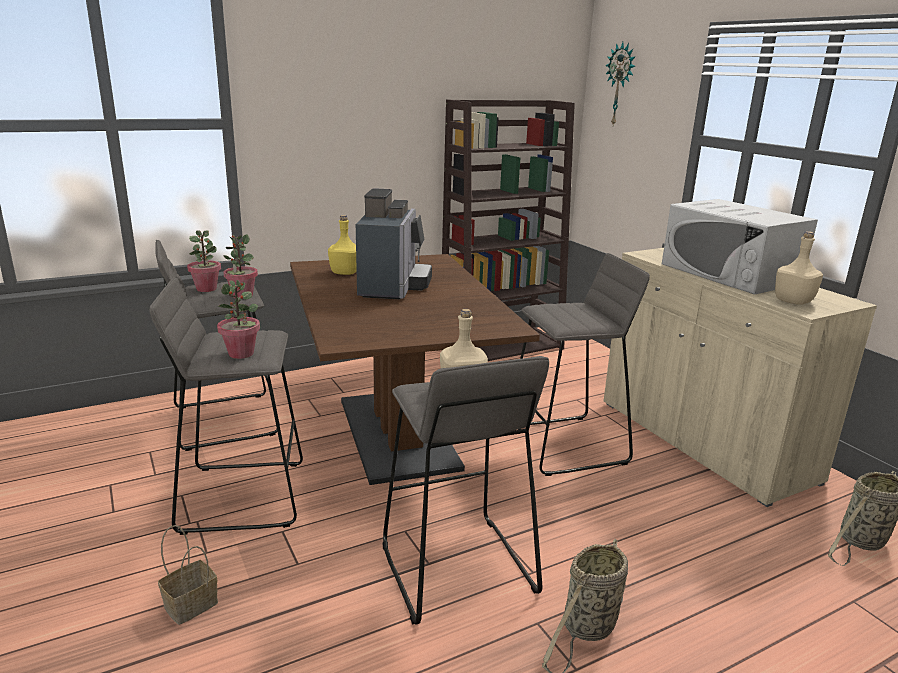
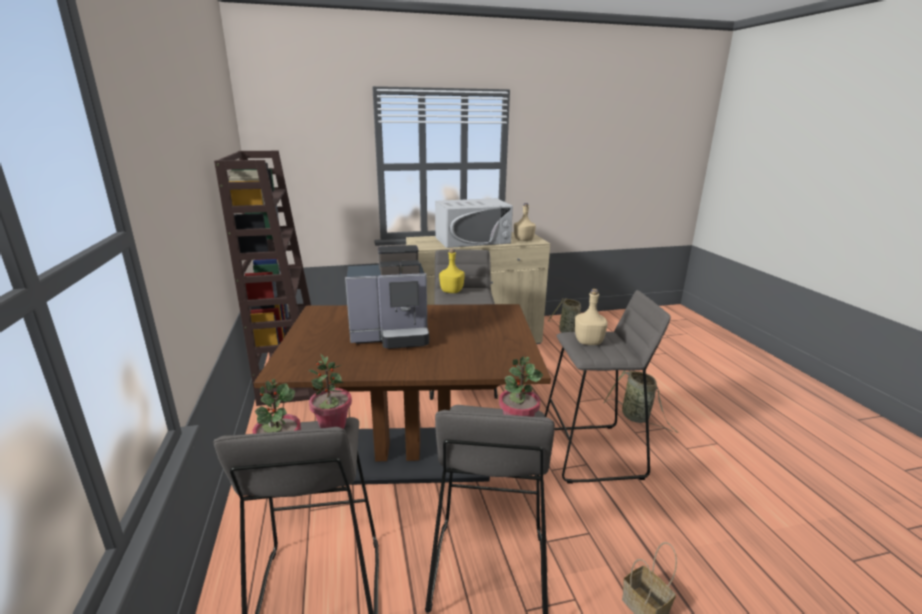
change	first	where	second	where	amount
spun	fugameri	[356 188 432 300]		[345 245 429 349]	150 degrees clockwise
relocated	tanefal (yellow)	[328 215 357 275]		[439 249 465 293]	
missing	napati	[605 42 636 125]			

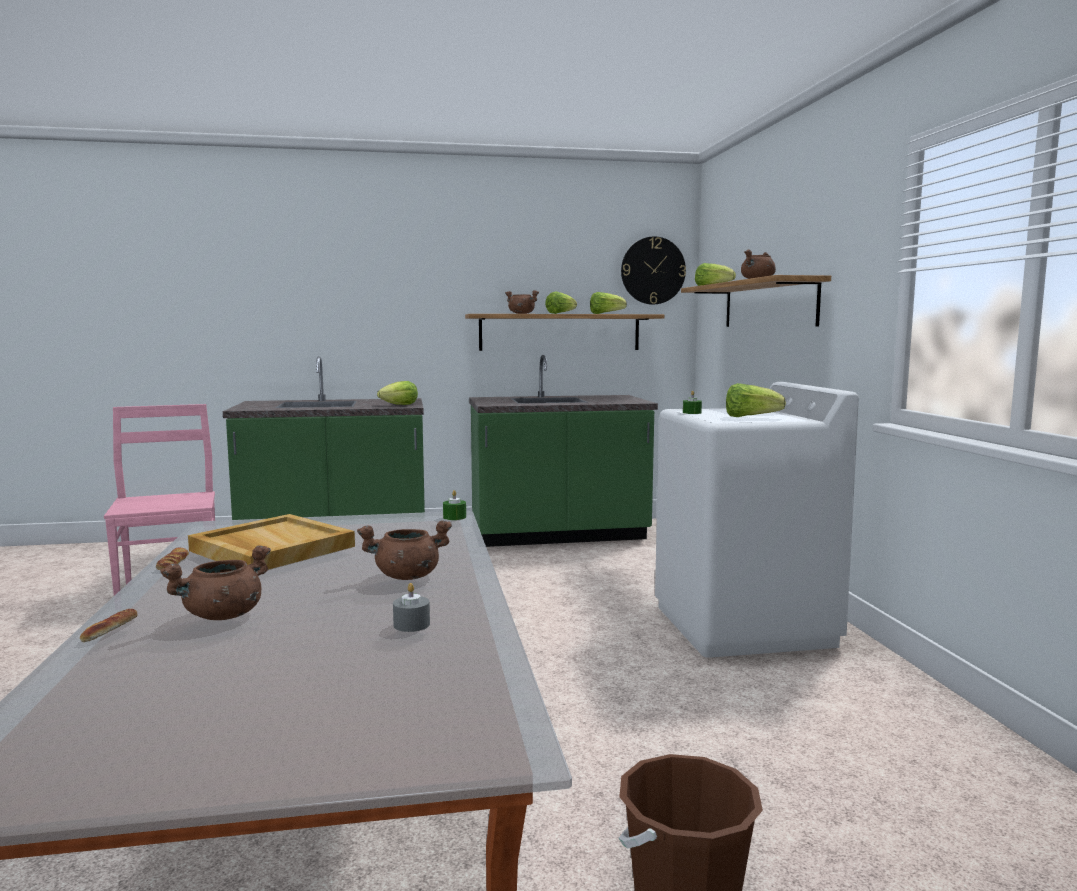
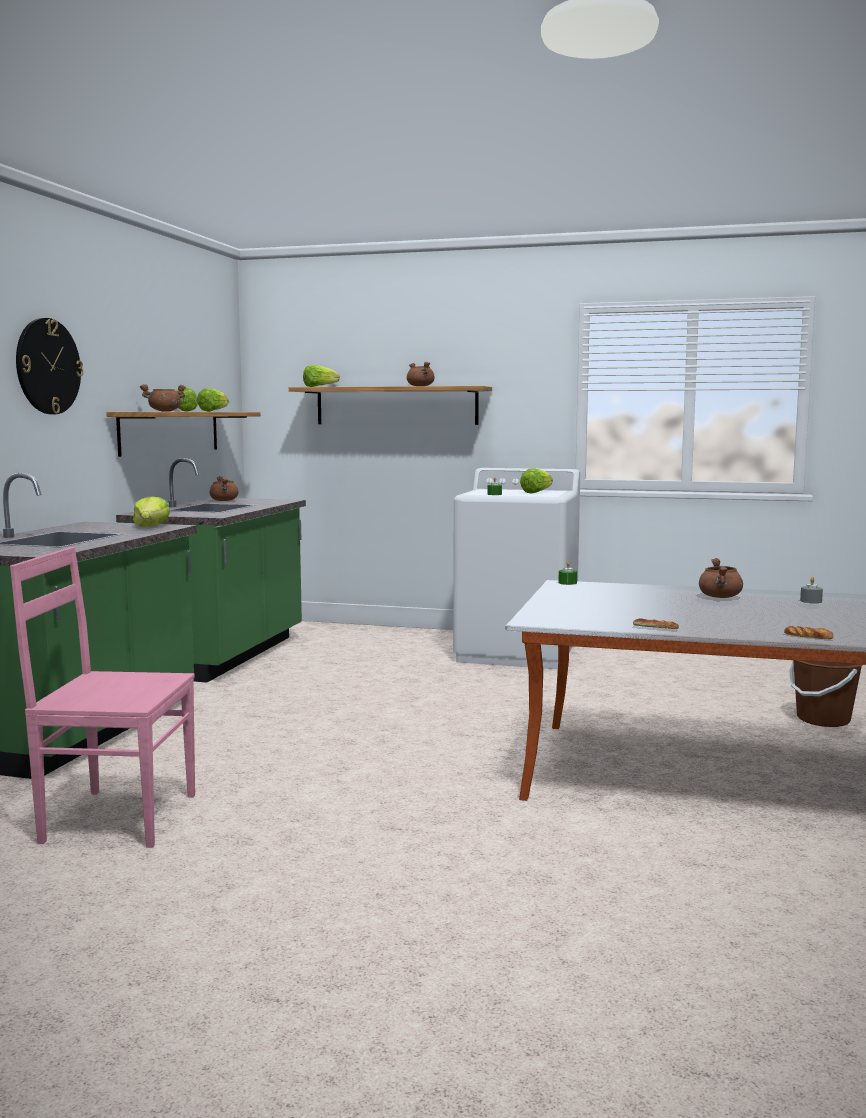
change	first	where	second	where	amount
relocated	napati	[621 236 686 305]		[16 318 83 414]	
relocated	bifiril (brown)	[160 545 271 620]		[210 476 239 501]	
missing	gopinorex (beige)	[188 514 355 570]			

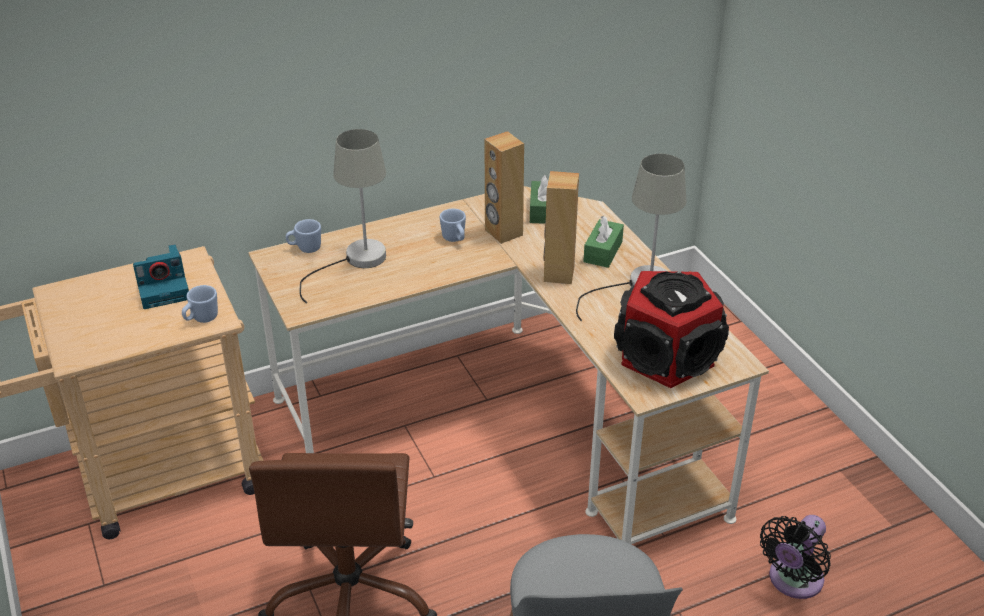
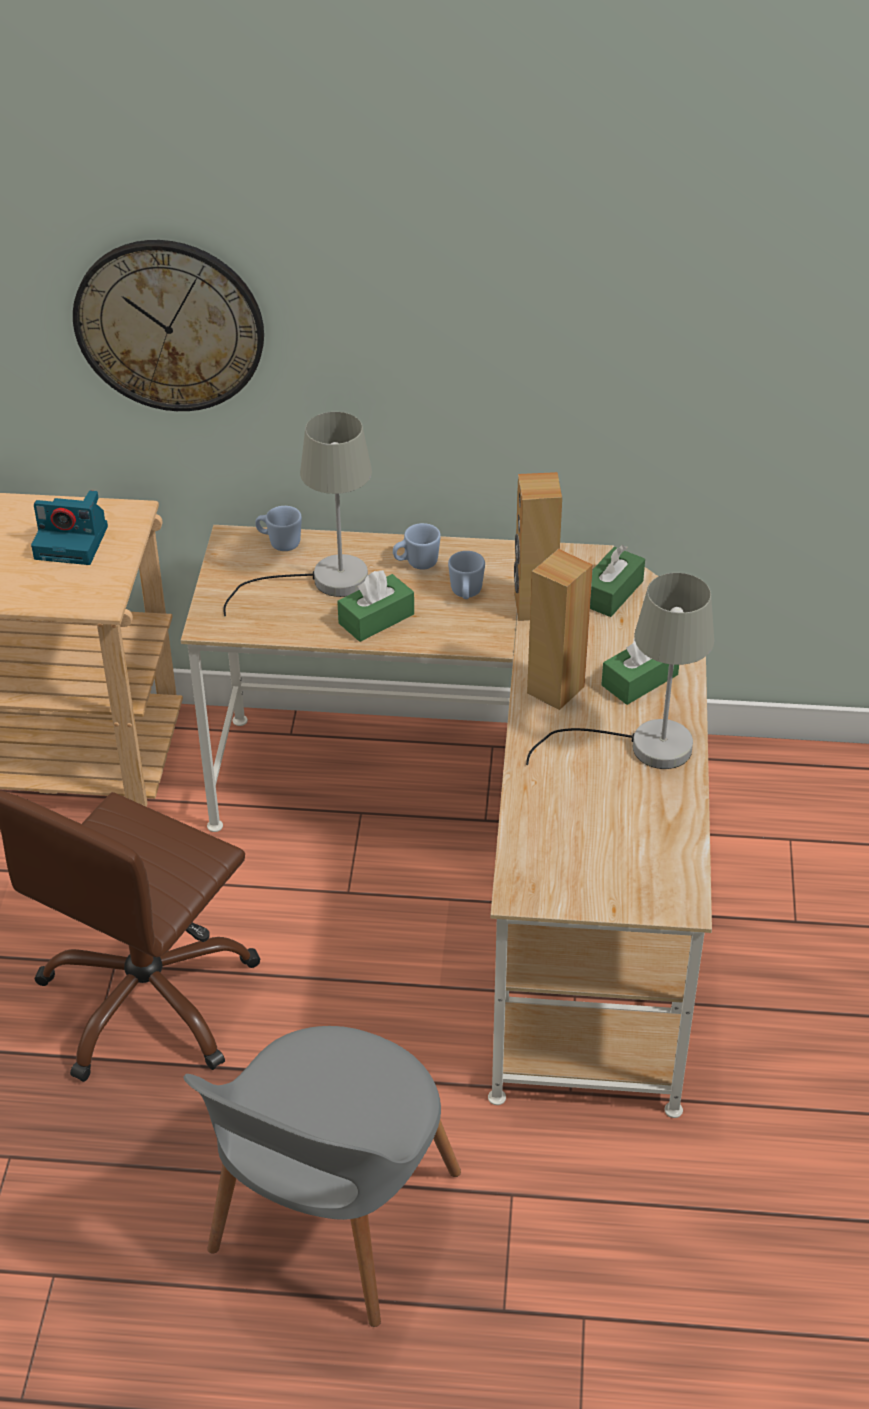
change	first	where	second	where	amount
appeared			napati	[73 240 264 411]	
appeared			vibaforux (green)	[337 571 414 642]	
relocated	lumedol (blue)	[182 285 218 323]		[393 523 441 570]	
missing	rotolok	[614 271 729 388]			
missing	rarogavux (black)	[760 515 831 599]			

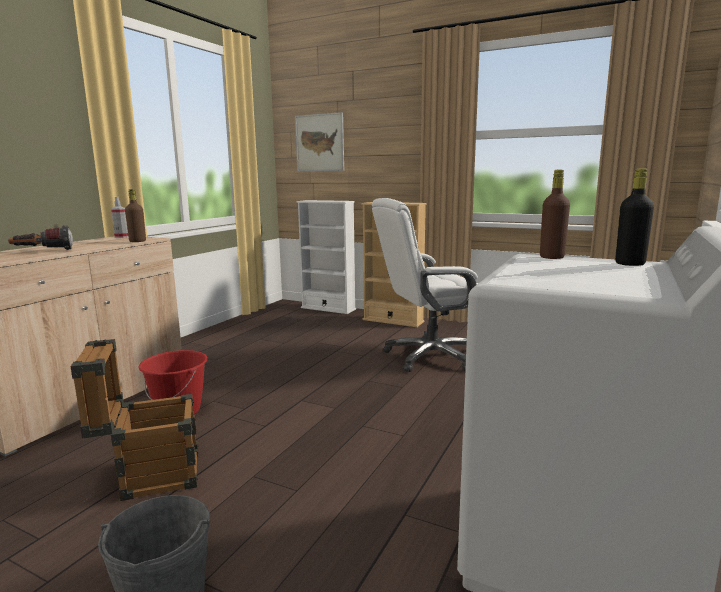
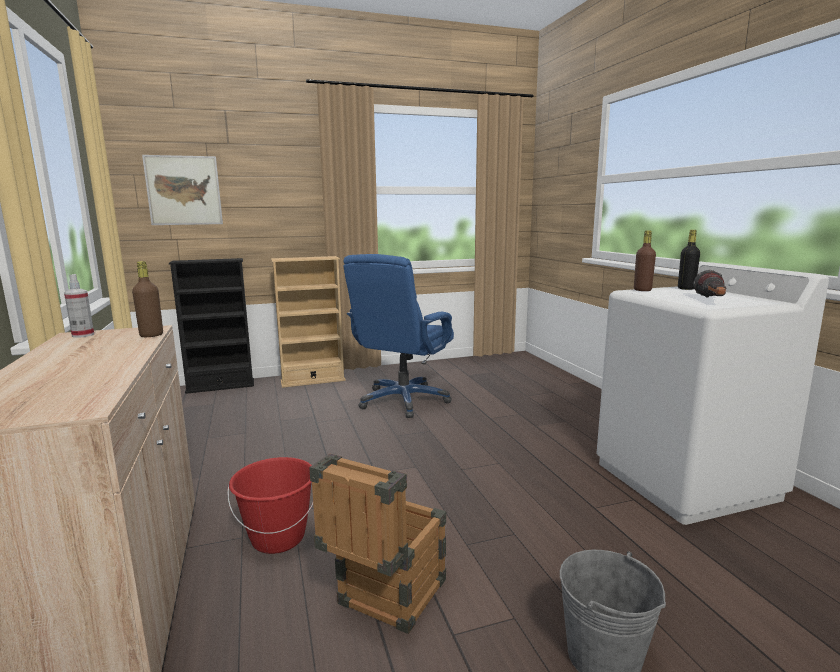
change	first	where	second	where	amount
colour	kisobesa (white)	[296 200 356 314]	kisobesa (black)	[169 258 254 394]	
colour	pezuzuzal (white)	[372 198 478 372]	pezuzuzal (blue)	[343 254 454 418]	
relocated	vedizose	[8 225 73 250]		[693 270 727 297]	

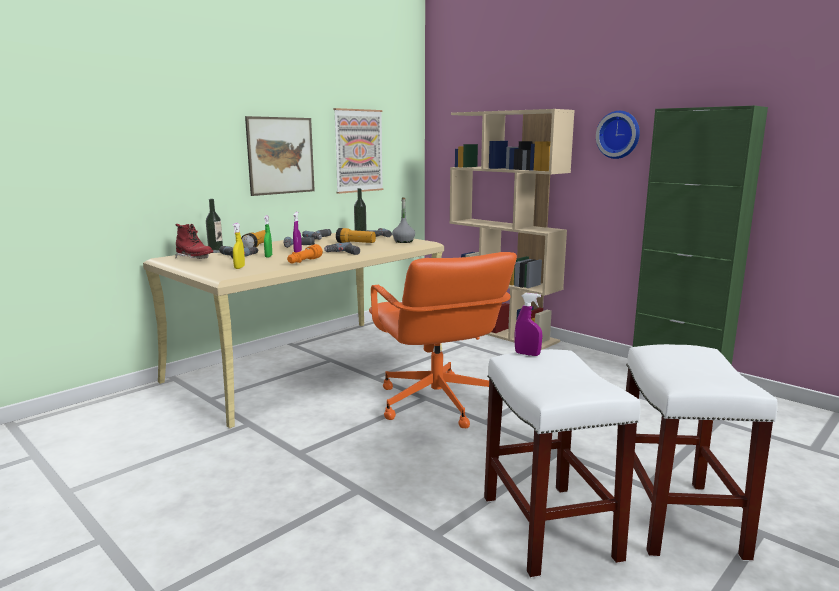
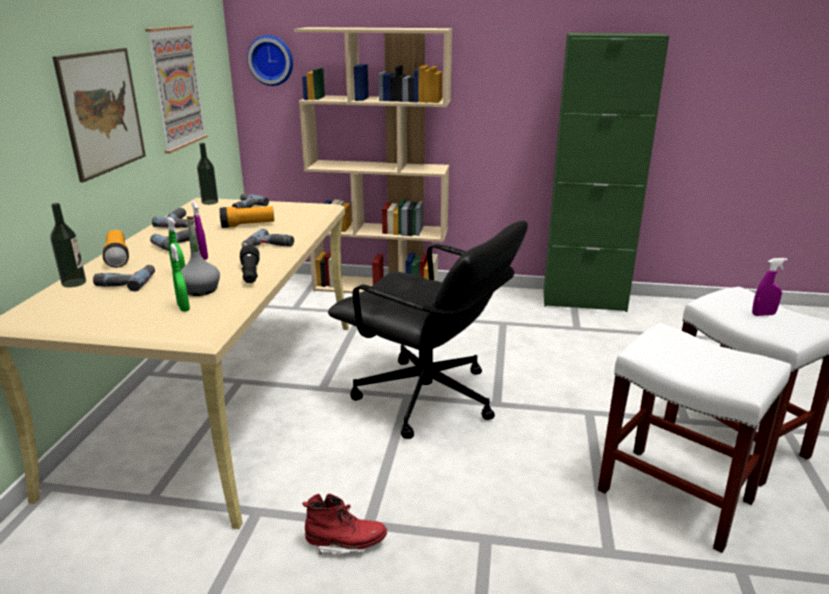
change	first	where	second	where	amount
colour	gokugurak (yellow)	[233 223 245 269]	gokugurak (green)	[170 244 190 312]	
relocated	tanefal (grey)	[392 197 415 243]		[181 216 220 296]	
colour	vedizose (orange)	[287 244 323 263]	vedizose (black)	[240 245 260 283]	
relocated	napati	[596 111 640 159]		[247 35 293 86]	
relocated	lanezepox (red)	[175 224 213 259]		[302 493 387 557]	
colour	pezuzuzal (orange)	[369 252 517 428]	pezuzuzal (black)	[328 221 528 439]	
relocated	gokugurak (purple)	[515 293 542 356]		[752 258 788 316]	

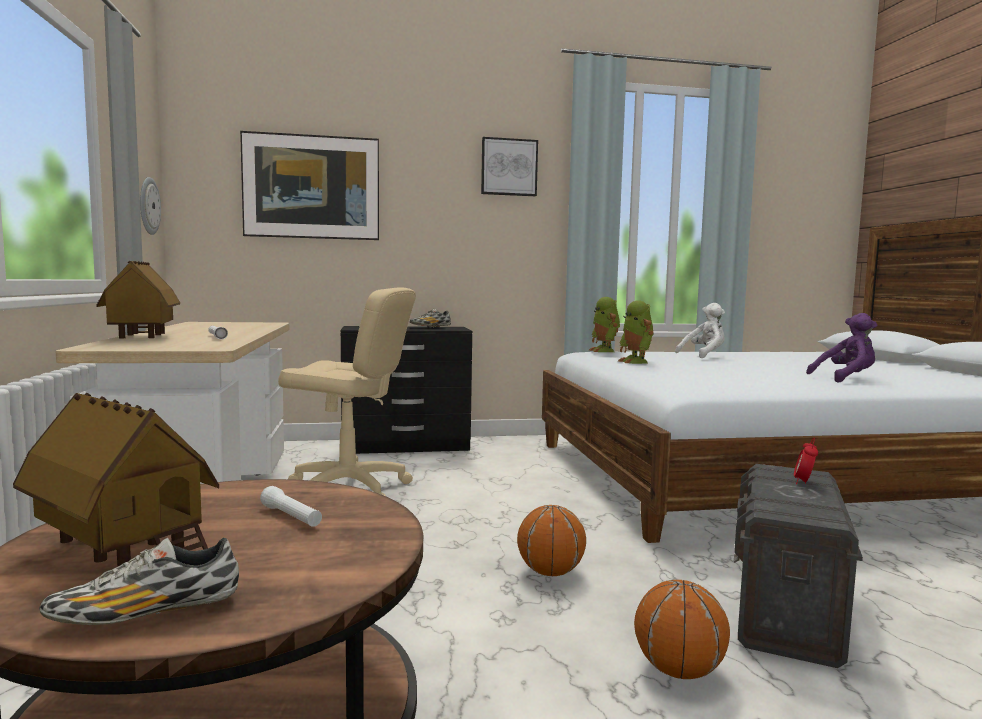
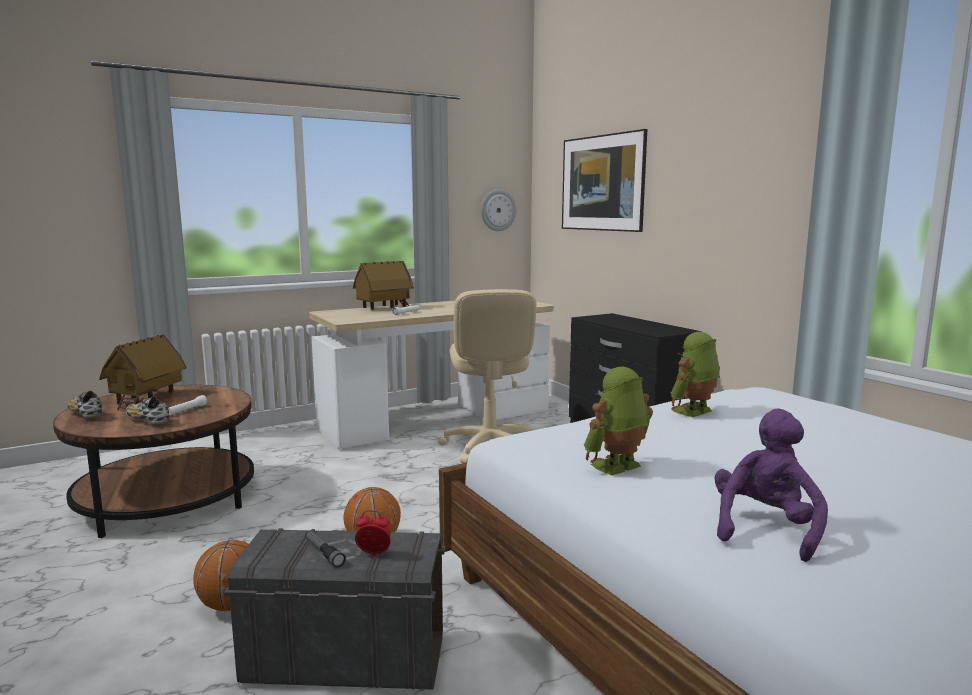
change	first	where	second	where	amount
relocated	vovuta	[410 309 451 328]		[126 396 169 424]	
appeared			vedizose	[305 531 346 568]	
relocated	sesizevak	[589 297 620 352]		[584 367 653 475]	
spun	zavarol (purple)	[806 313 877 383]		[714 409 828 562]	120 degrees counterclockwise
missing	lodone	[481 137 538 196]			
missing	zavarol (white)	[675 303 725 358]			

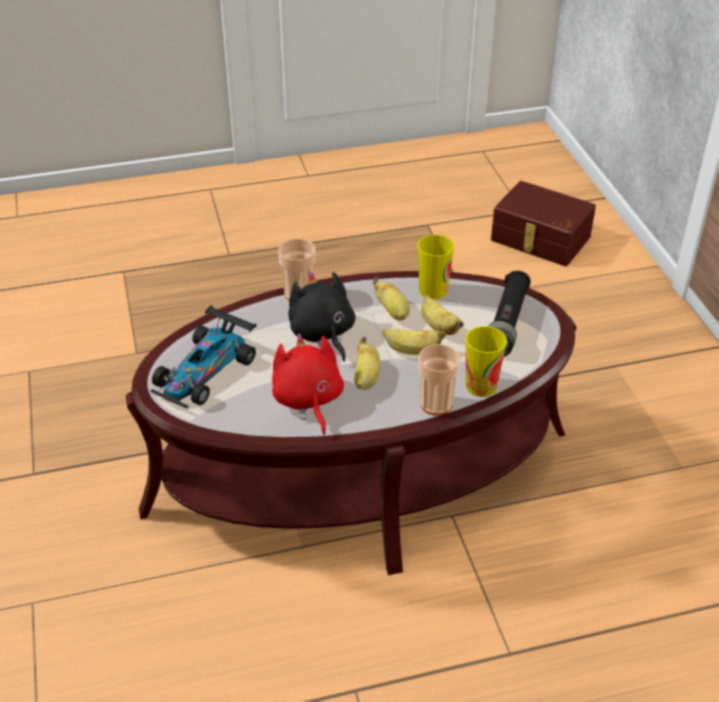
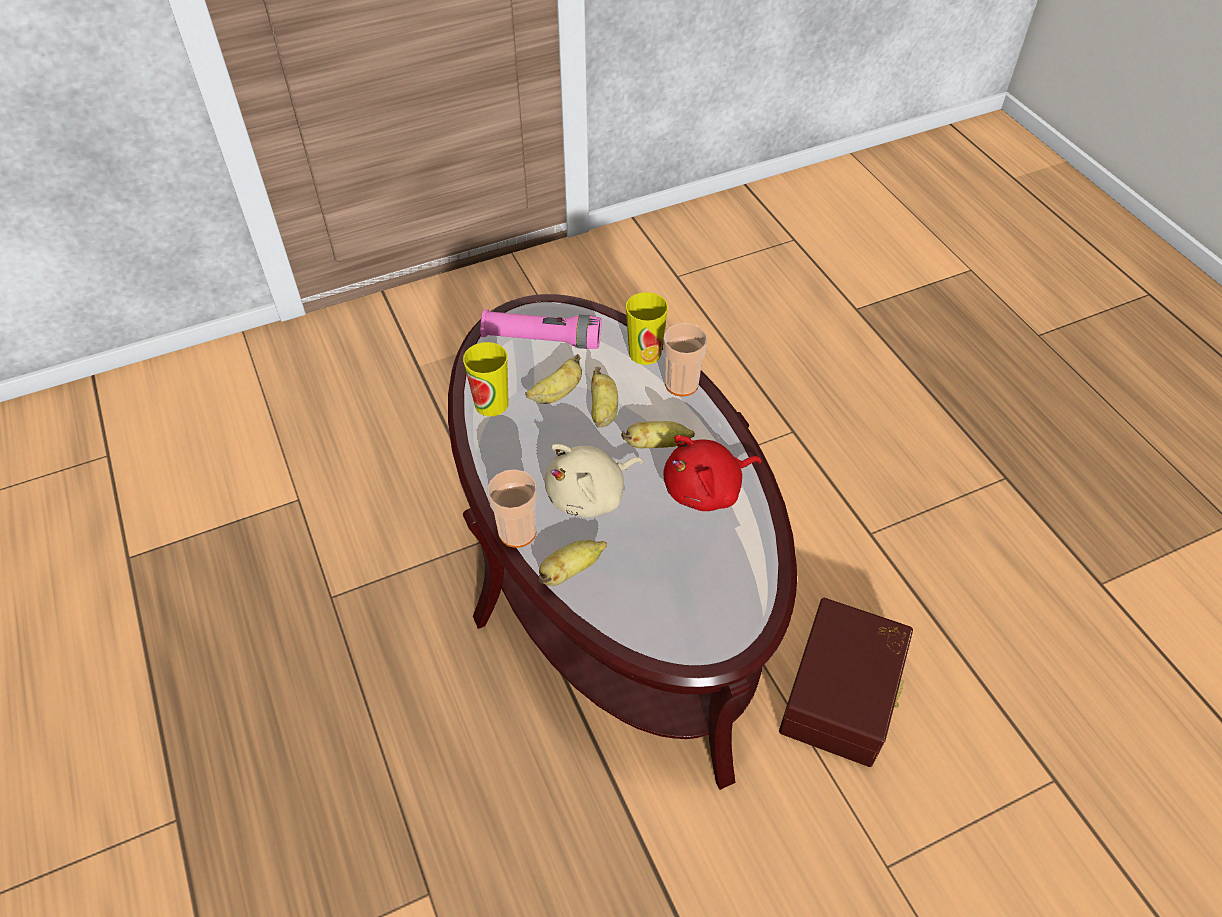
change	first	where	second	where	amount
colour	vedizose (black)	[488 270 531 357]	vedizose (pink)	[480 309 601 349]	
relocated	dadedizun	[373 277 410 321]		[539 540 607 586]	
colour	zavarol (black)	[288 272 355 362]	zavarol (beige)	[545 444 643 518]	
relocated	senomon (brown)	[491 181 596 266]		[779 598 913 767]	
missing	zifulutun	[151 305 257 408]			

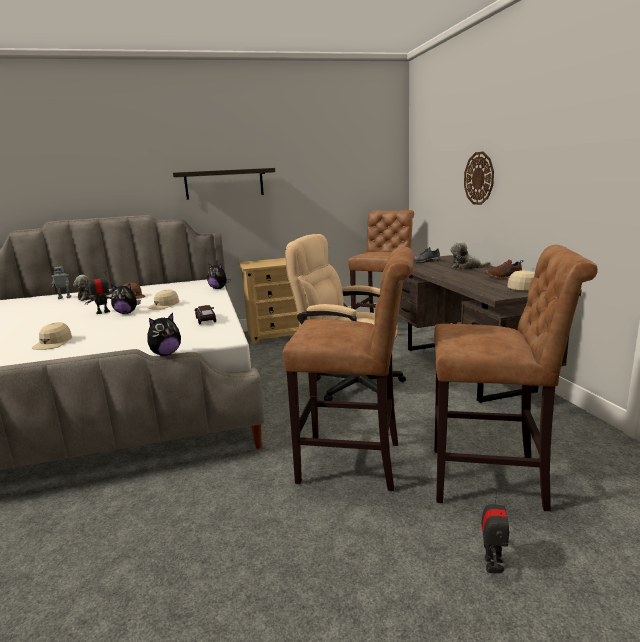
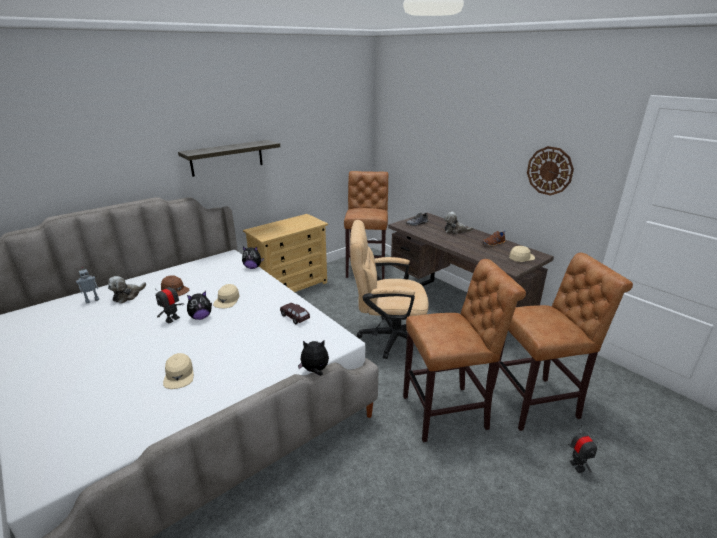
change	first	where	second	where	amount
spun	zavarol	[147 313 181 356]		[298 340 329 376]	120 degrees counterclockwise
relocated	napati	[464 152 494 205]		[527 146 574 196]	

